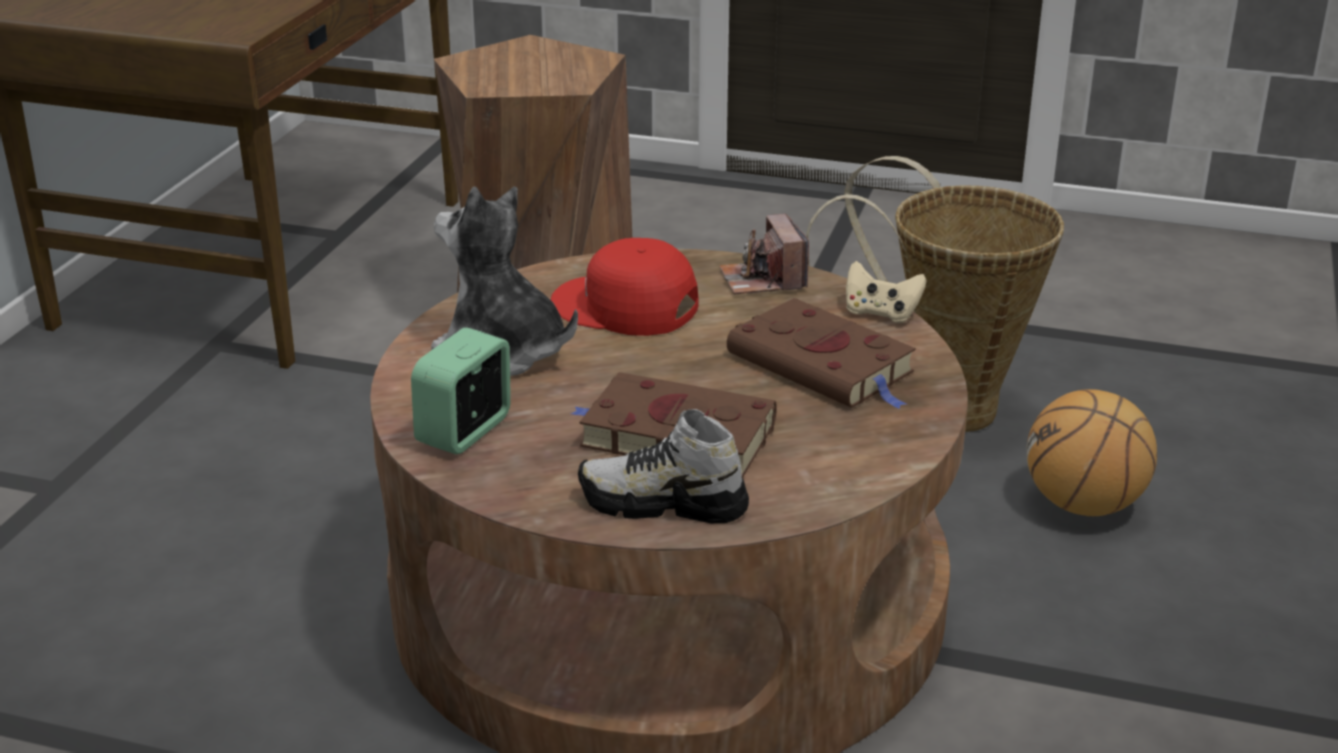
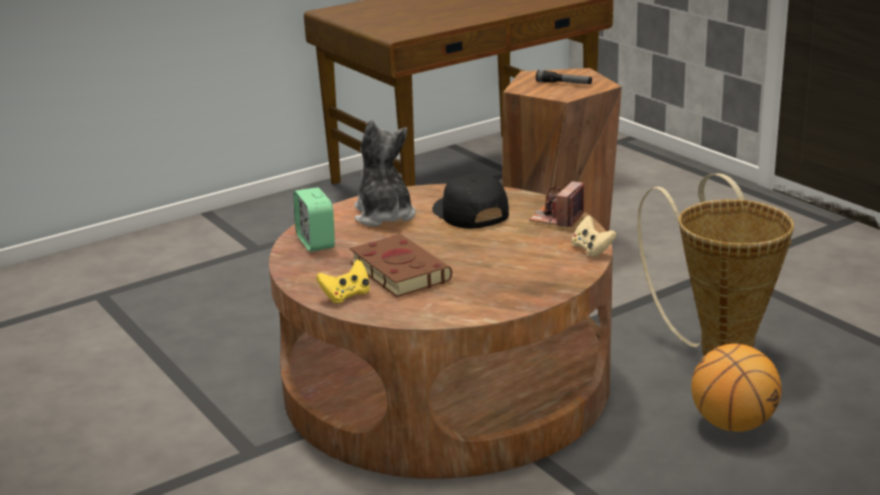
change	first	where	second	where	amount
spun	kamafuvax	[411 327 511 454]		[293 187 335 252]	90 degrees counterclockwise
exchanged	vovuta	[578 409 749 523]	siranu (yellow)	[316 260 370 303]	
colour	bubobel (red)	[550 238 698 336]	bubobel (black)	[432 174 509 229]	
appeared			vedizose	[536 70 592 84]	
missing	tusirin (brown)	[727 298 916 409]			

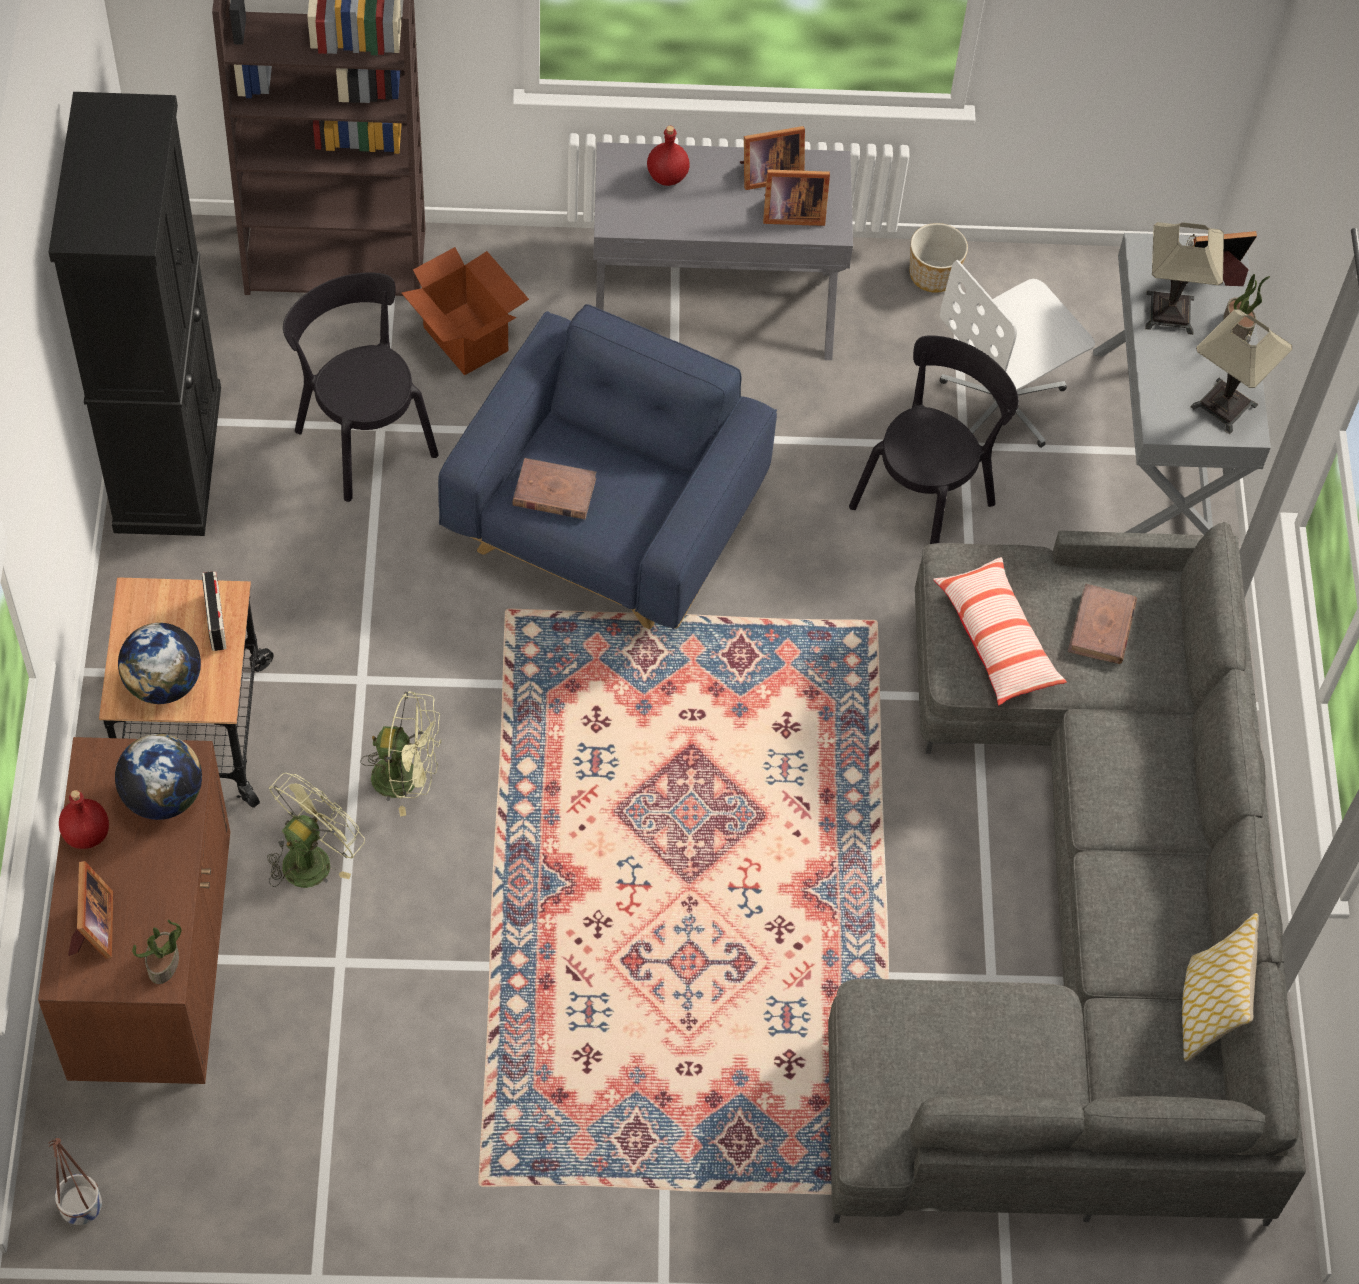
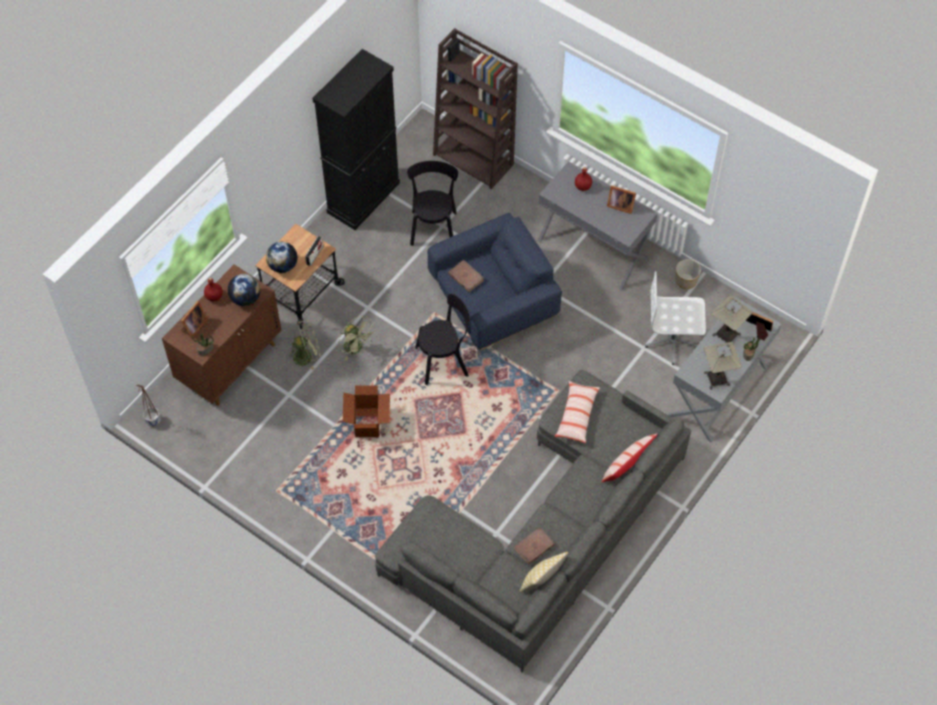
change	first	where	second	where	amount
relocated	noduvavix	[402 247 529 375]		[343 385 390 437]	
relocated	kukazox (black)	[849 335 1019 544]		[415 294 470 385]	
relocated	tusirin (brown)	[1068 583 1137 664]		[514 527 555 564]	
appeared			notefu	[601 434 657 483]	
missing	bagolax	[763 169 830 226]			

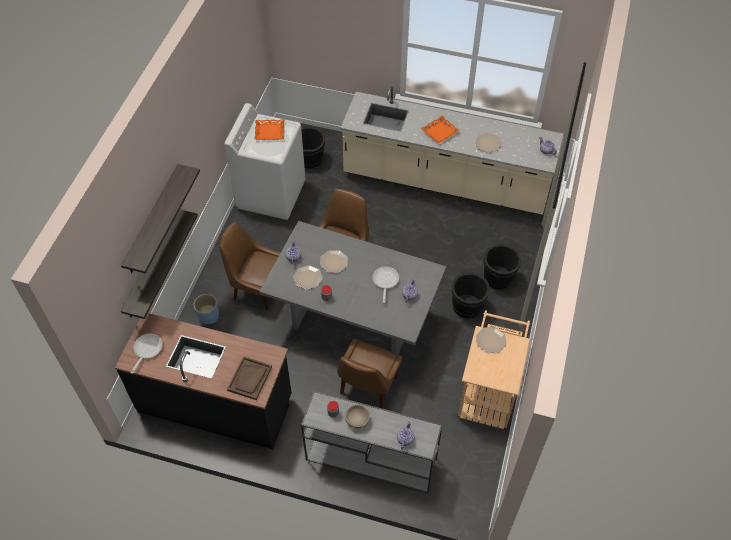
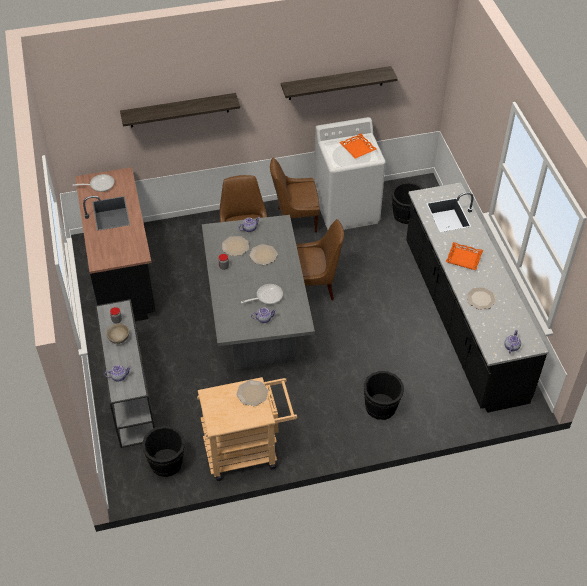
change	first	where	second	where	amount
relocated	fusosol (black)	[451 273 490 318]		[142 426 185 477]	
relocated	kukazox (brown)	[337 339 402 408]		[270 158 320 233]	
relocated	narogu	[121 210 198 319]		[281 66 398 100]	
colour	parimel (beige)	[340 86 563 215]	parimel (black)	[406 183 548 413]	
missing	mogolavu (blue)	[193 294 219 325]			
missing	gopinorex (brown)	[227 356 272 400]			

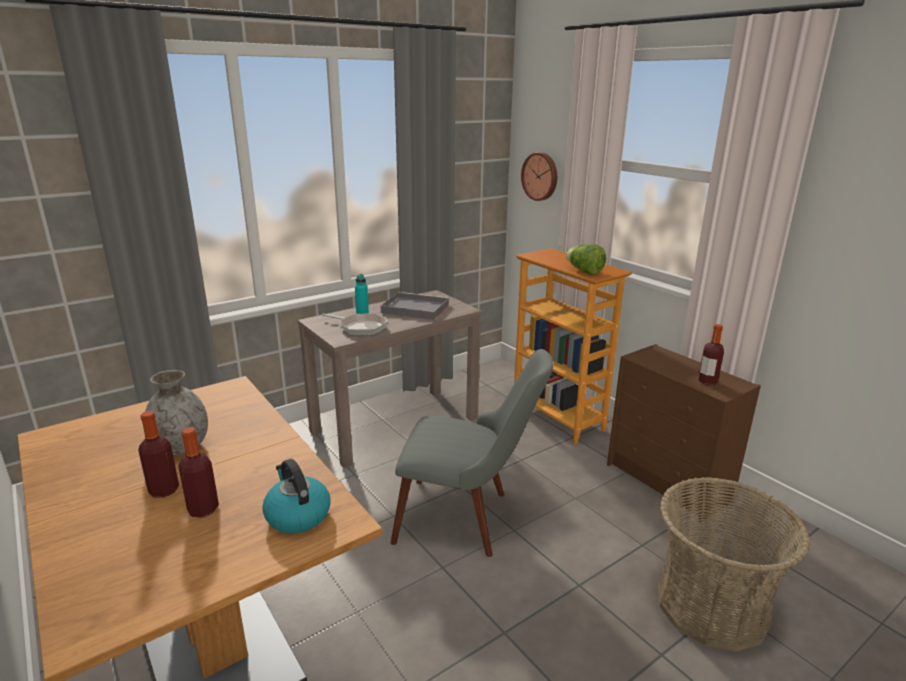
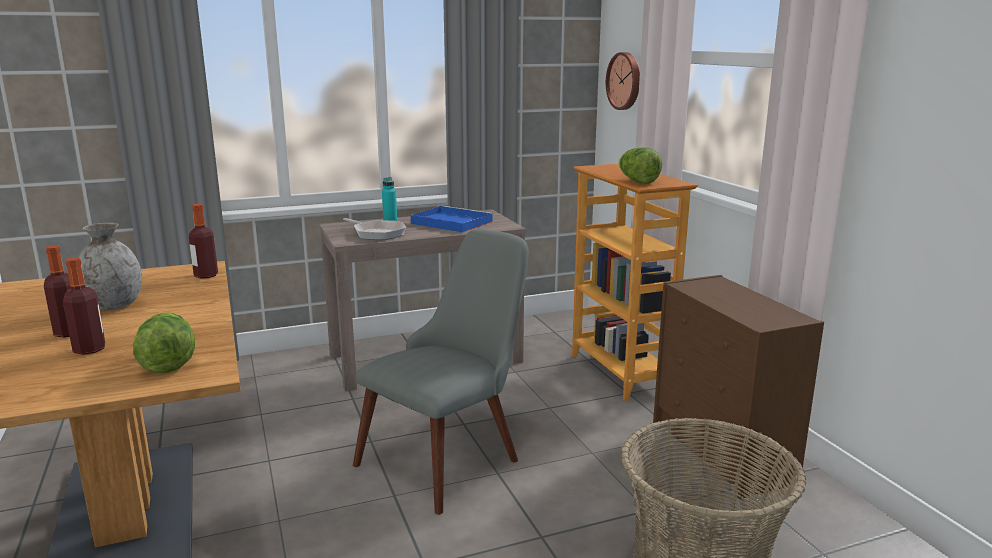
change	first	where	second	where	amount
exchanged	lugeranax	[262 459 330 533]	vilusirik	[133 313 195 373]	
relocated	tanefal	[698 324 724 385]		[189 204 218 279]	
spun	kukazox (grey)	[391 349 553 557]		[353 229 529 515]	75 degrees counterclockwise
colour	gopinorex (grey)	[381 292 449 320]	gopinorex (blue)	[411 206 494 233]	

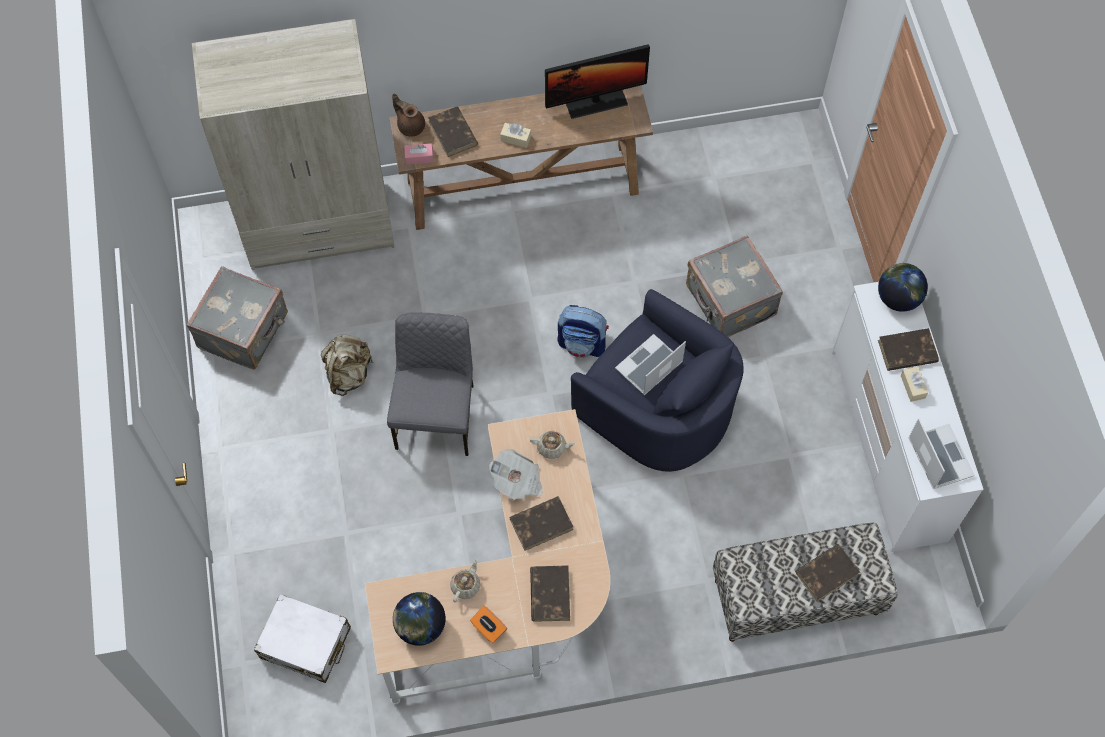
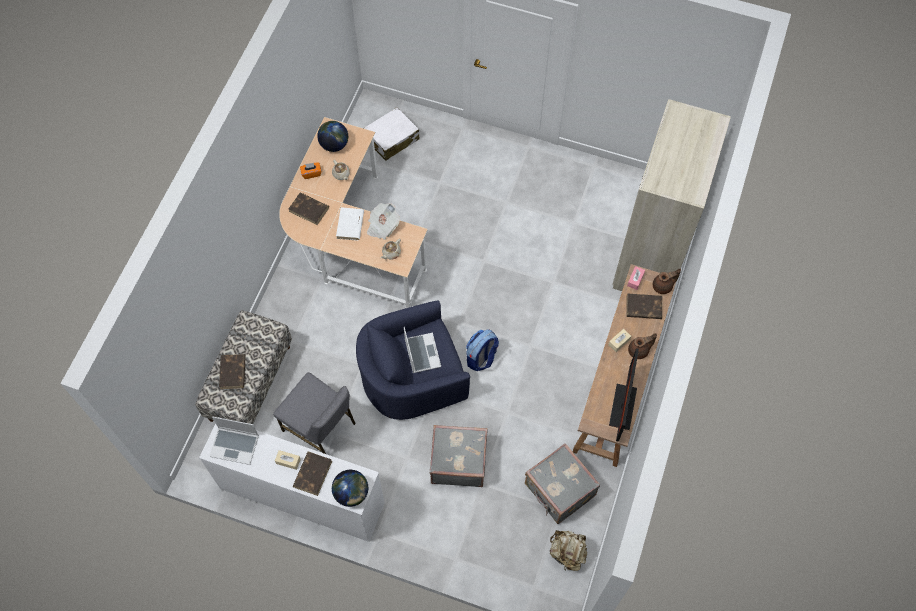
change	first	where	second	where	amount
relocated	kukazox (grey)	[387 313 473 456]		[273 372 356 454]	
colour	tusirin (brown)	[509 496 573 551]	tusirin (white)	[336 207 364 241]	
relocated	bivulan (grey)	[186 266 288 369]		[525 443 600 524]	
relocated	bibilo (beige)	[321 334 373 396]		[550 530 588 571]	
appeared			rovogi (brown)	[628 333 657 359]	

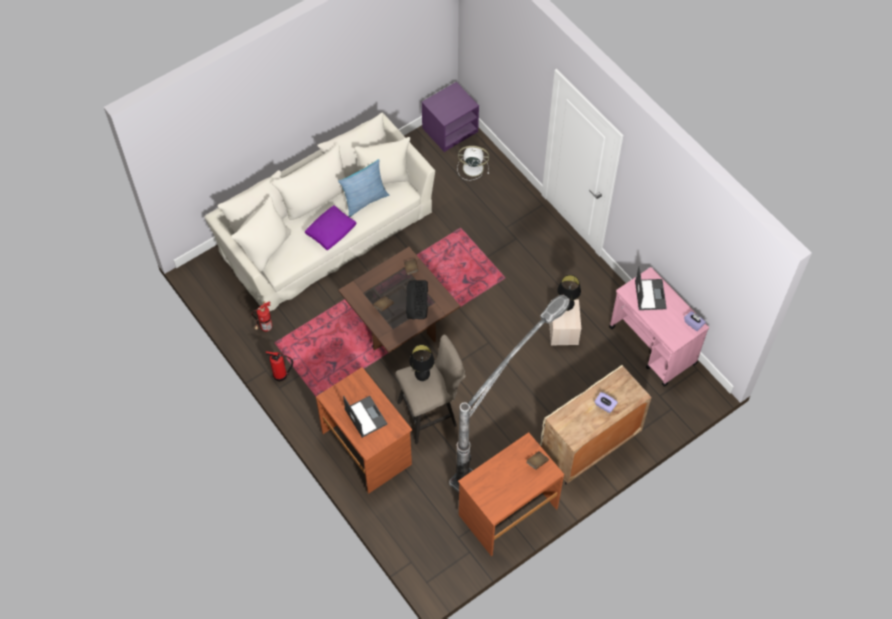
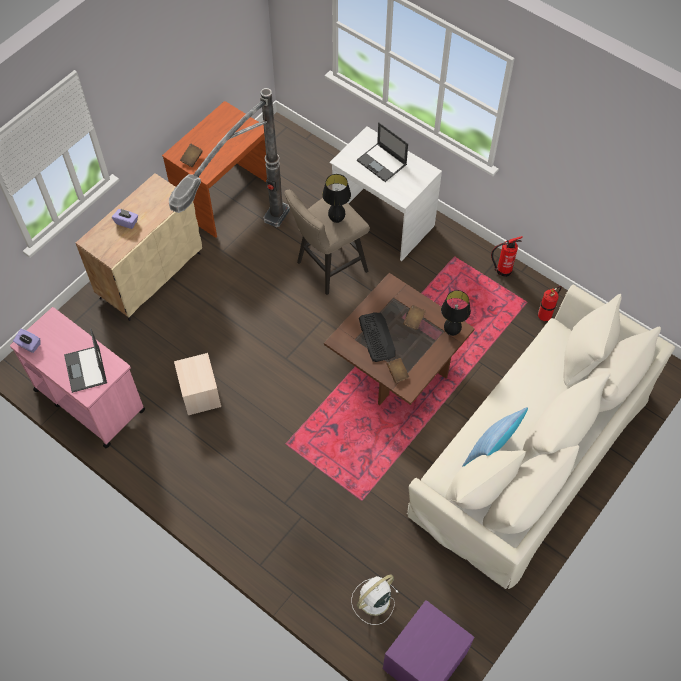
change	first	where	second	where	amount
colour	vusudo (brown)	[316 367 412 494]	vusudo (white)	[330 126 442 261]	
spun	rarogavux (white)	[457 146 489 180]		[351 574 398 625]	150 degrees clockwise
relocated	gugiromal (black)	[557 275 581 311]		[441 290 471 336]	
missing	notefu (purple)	[305 205 356 250]			

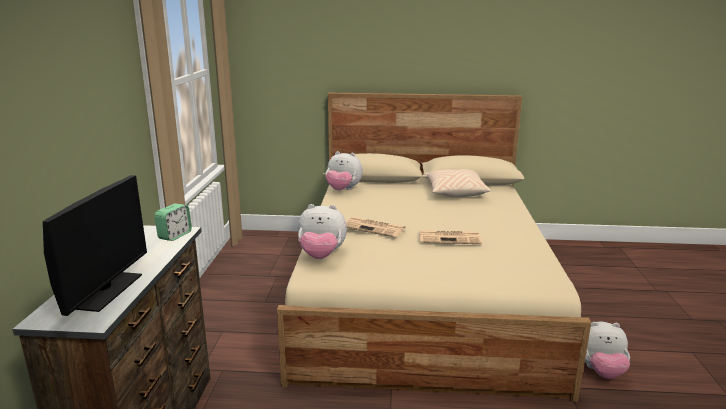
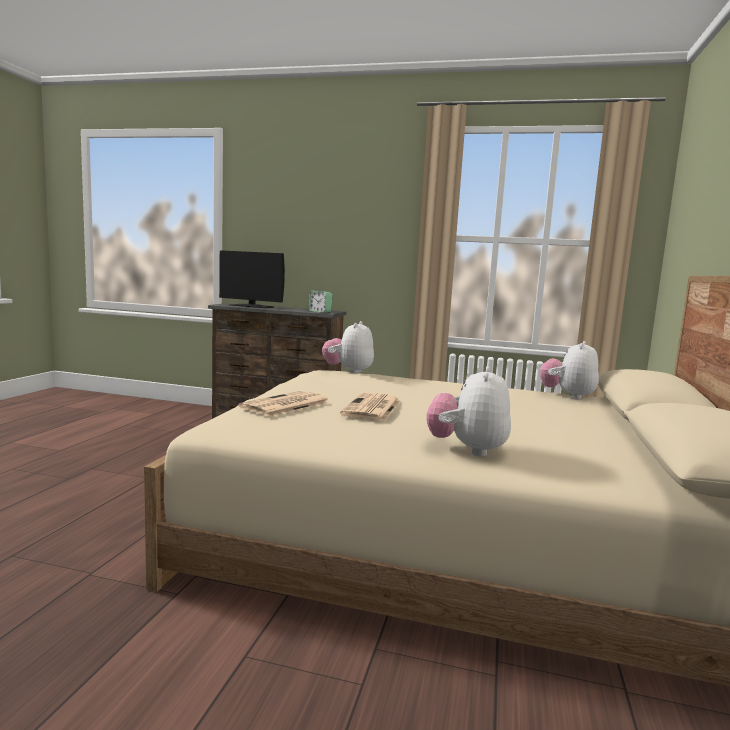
change	first	where	second	where	amount
relocated	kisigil	[346 217 406 238]		[239 390 330 417]	
relocated	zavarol	[585 322 630 379]		[427 366 511 457]	
missing	notefu (beige)	[425 169 491 197]			

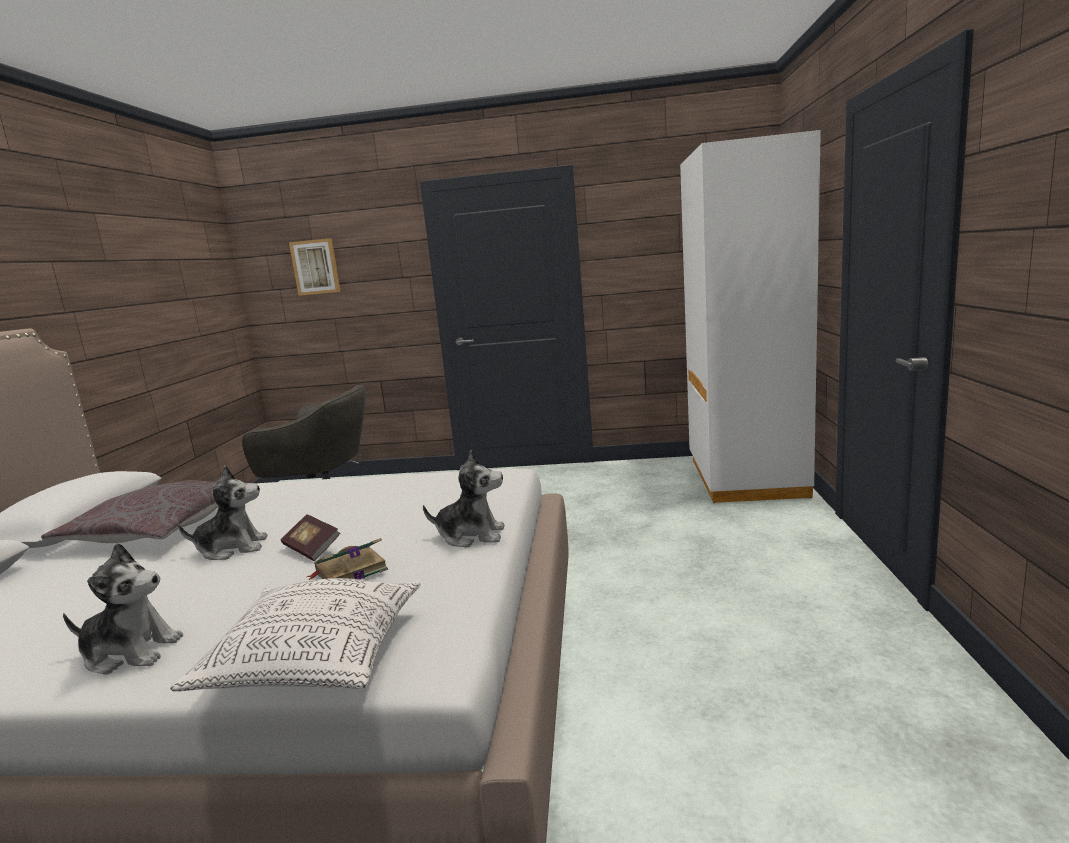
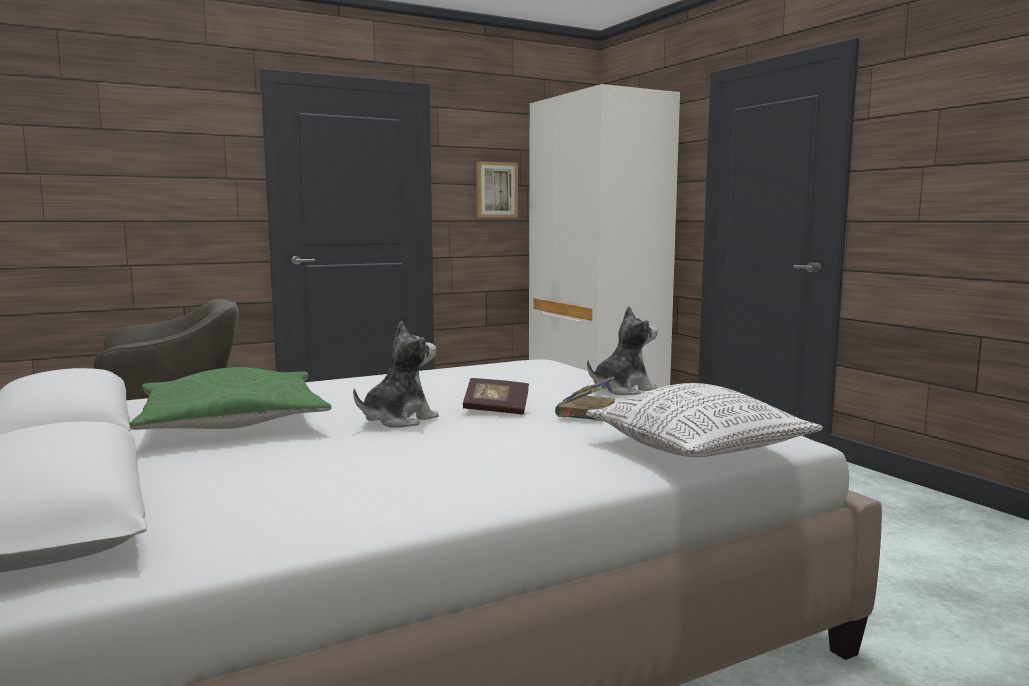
change	first	where	second	where	amount
colour	notefu (grey)	[41 480 218 543]	notefu (green)	[130 367 332 430]	
relocated	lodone	[289 238 341 296]		[476 161 518 218]	
missing	zavarol	[63 543 183 675]			

